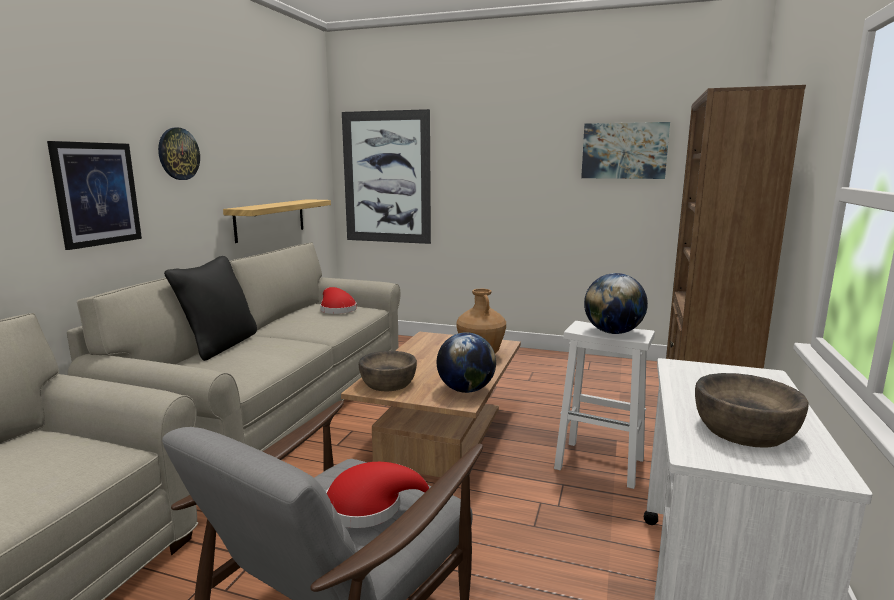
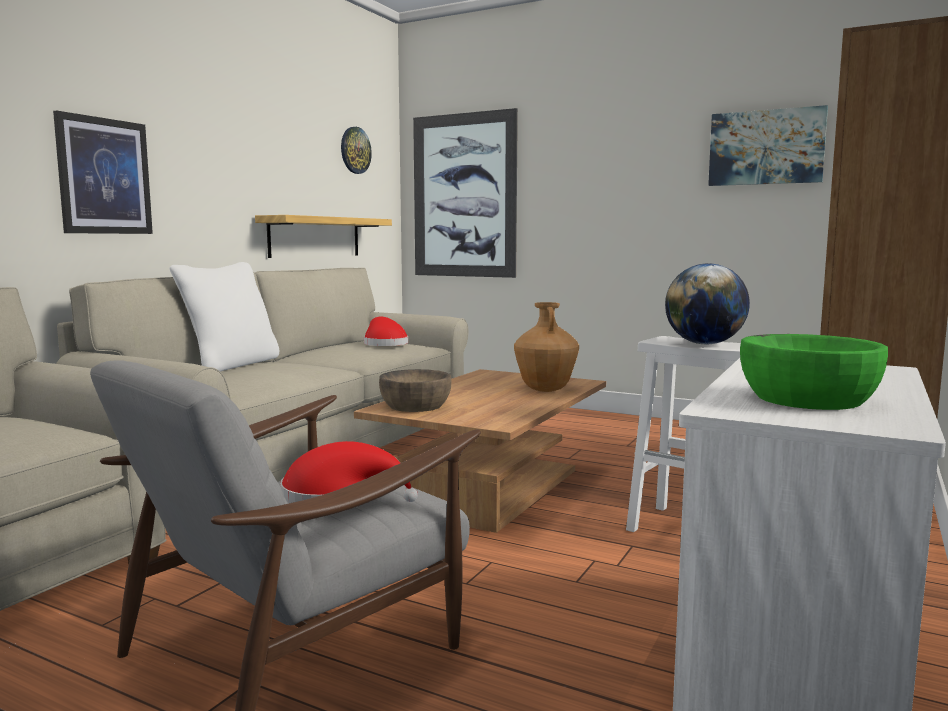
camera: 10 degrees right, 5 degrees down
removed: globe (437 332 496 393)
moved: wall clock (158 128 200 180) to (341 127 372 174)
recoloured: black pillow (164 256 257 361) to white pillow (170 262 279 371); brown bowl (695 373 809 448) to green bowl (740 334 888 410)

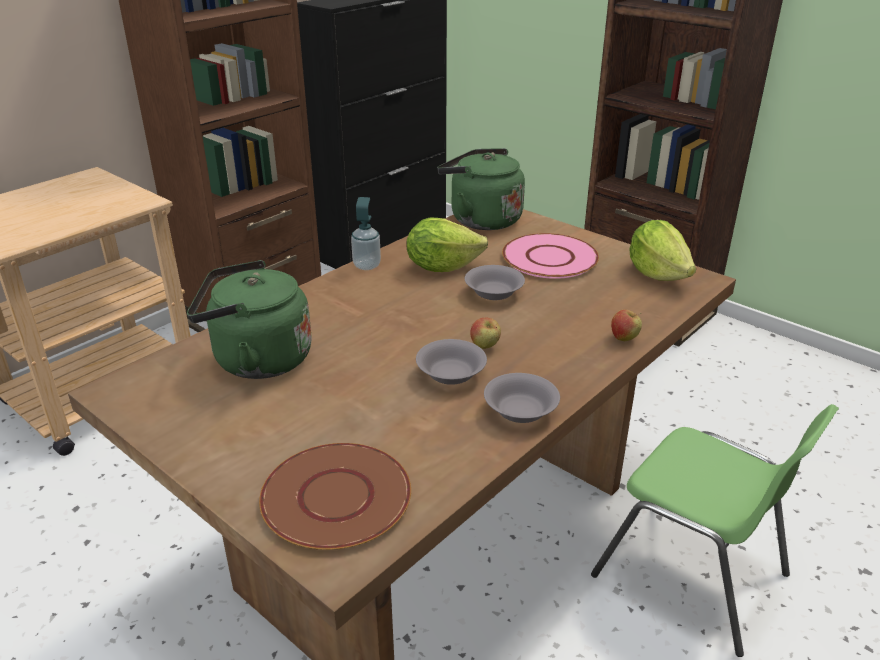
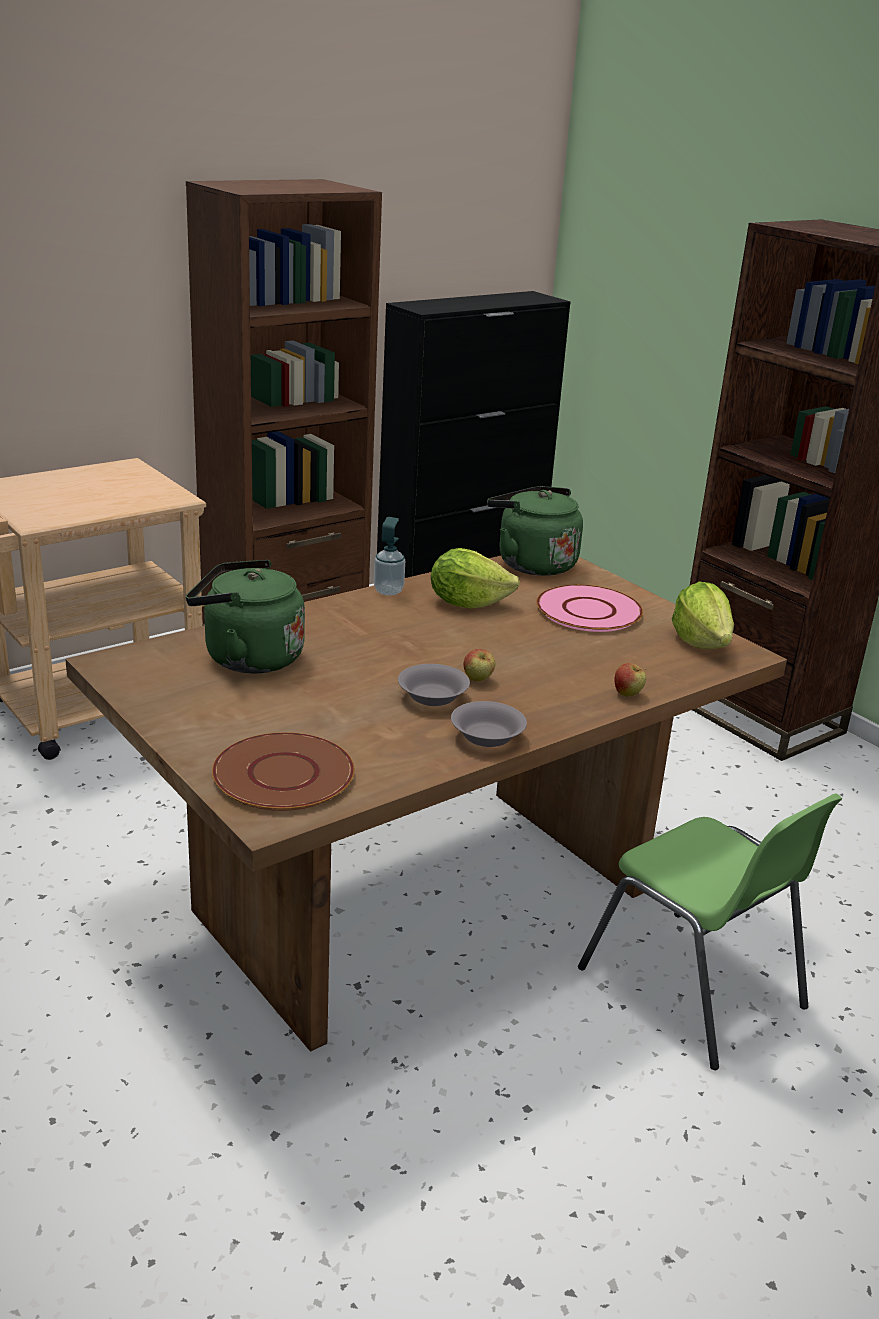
camera: 10 degrees right, 5 degrees down
removed: grey bowl (465 265 525 300)

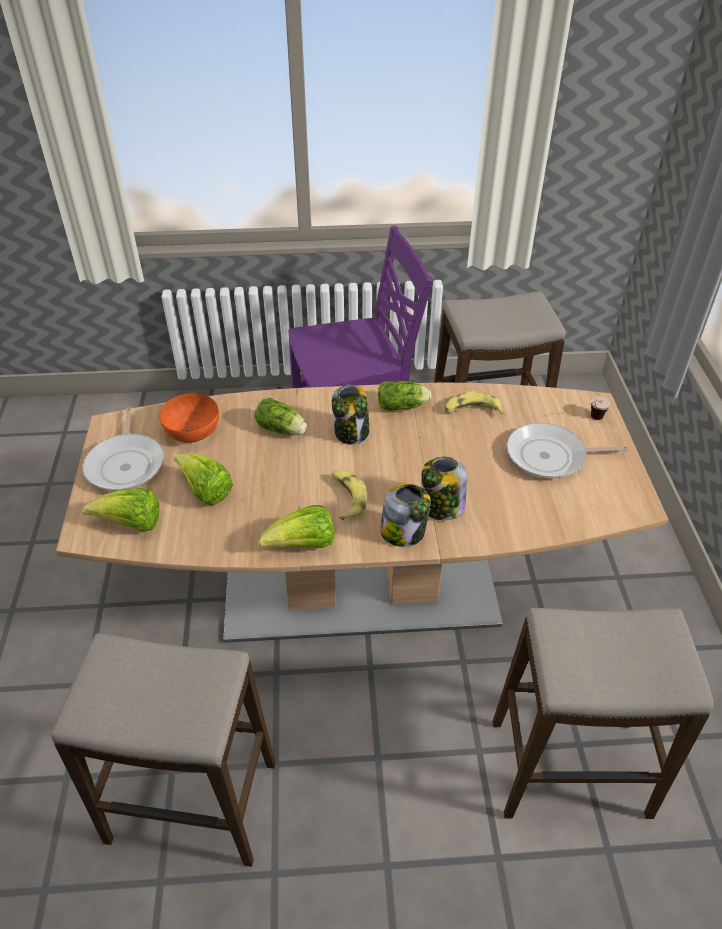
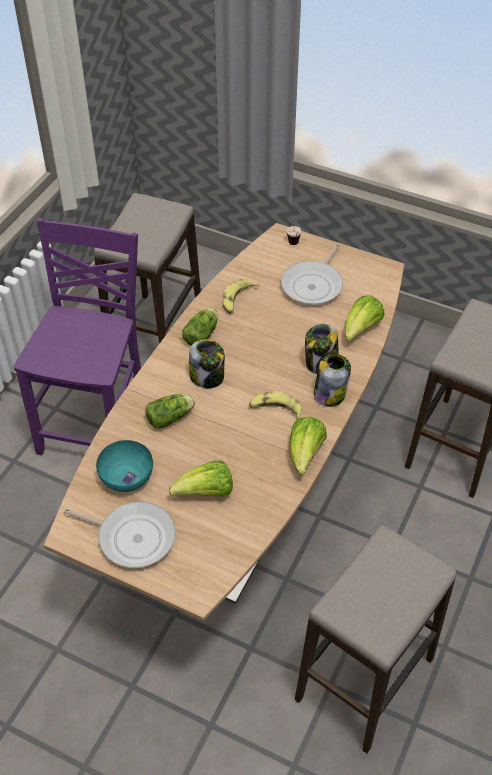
camera: 60 degrees left, 5 degrees up
moved: lettuce (82 488 159 531) to (344 295 384 341)
recoloured: orange bowl (160 393 219 443) to turquoise bowl (96 440 153 492)

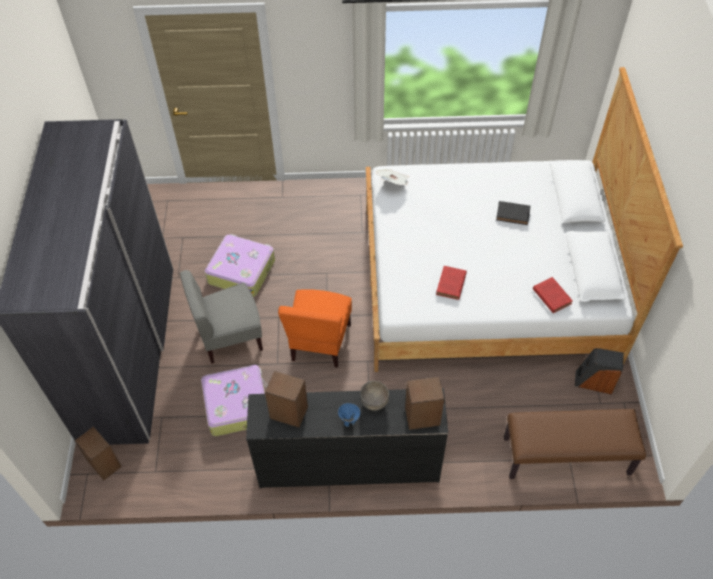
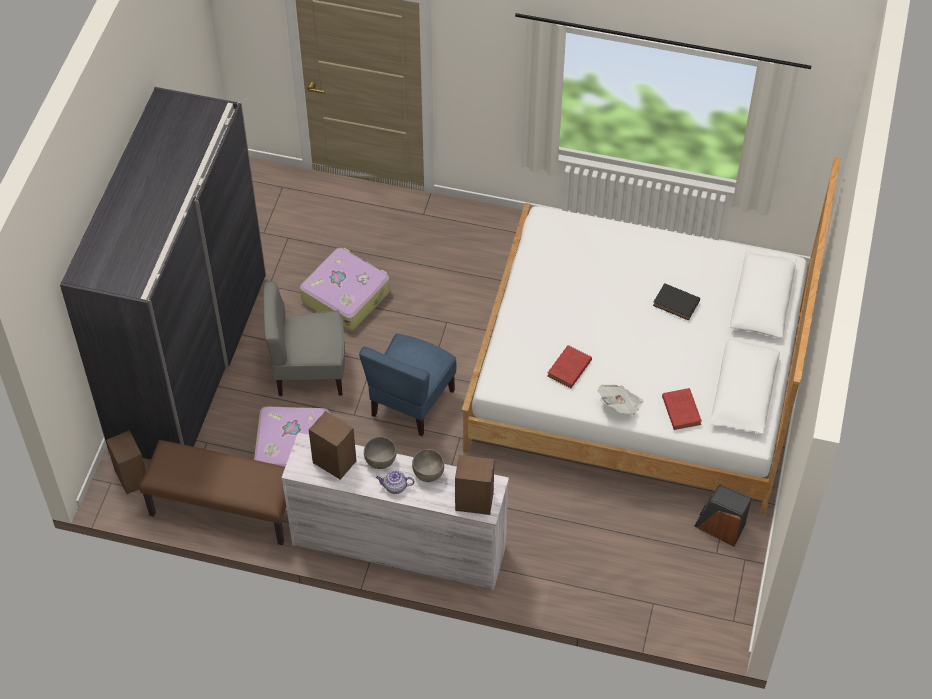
camera: 15 degrees right, 0 degrees up
added: grey bowl (364 436 397 469)
moved: newspaper (376 169 409 185) to (598 385 643 415); brown bench (504 409 646 479) to (139 440 286 545)
replaced: blue bowl (338 403 360 427) to teapot (376 471 414 494)
recoloured: orange chair (278 289 352 368) to blue chair (359 334 456 436); black dresser (246 388 448 488) to white dresser (282 432 509 591)

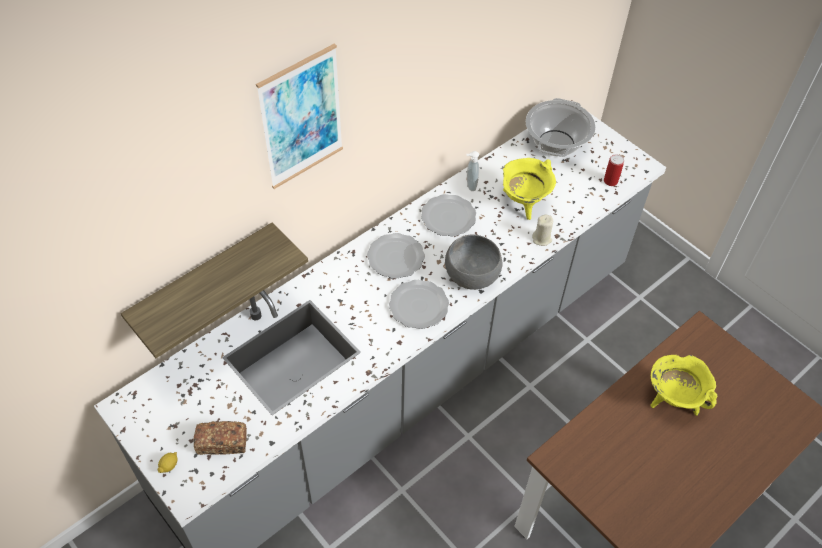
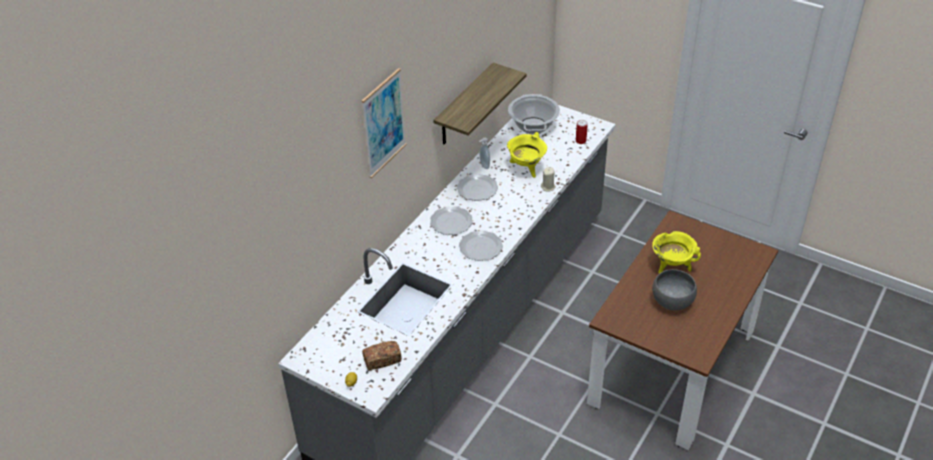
camera: 15 degrees left, 10 degrees down
moved: shelf (121 223 308 358) to (433 63 526 144); grey bowl (445 235 502 290) to (652 269 697 311)

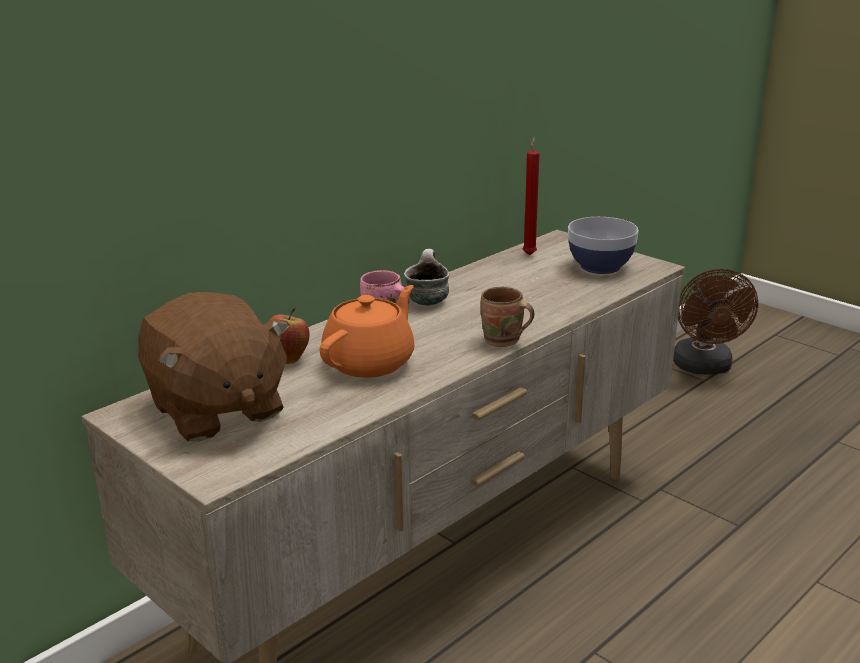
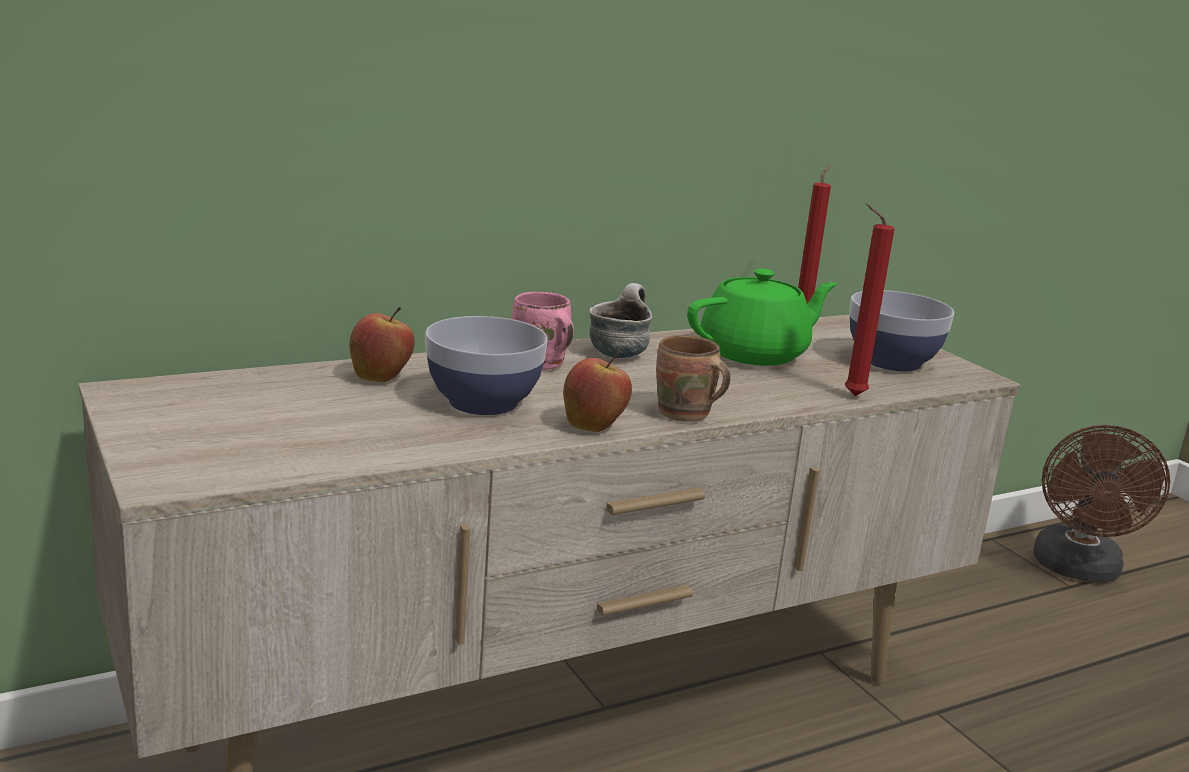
camera: 15 degrees right, 5 degrees down
removed: brown plush toy (138 292 290 442)
added: red candle (845 204 894 396); green teapot (687 269 838 366); apple (563 353 632 432)
replaced: orange teapot (320 285 414 378) to bowl (425 316 548 415)

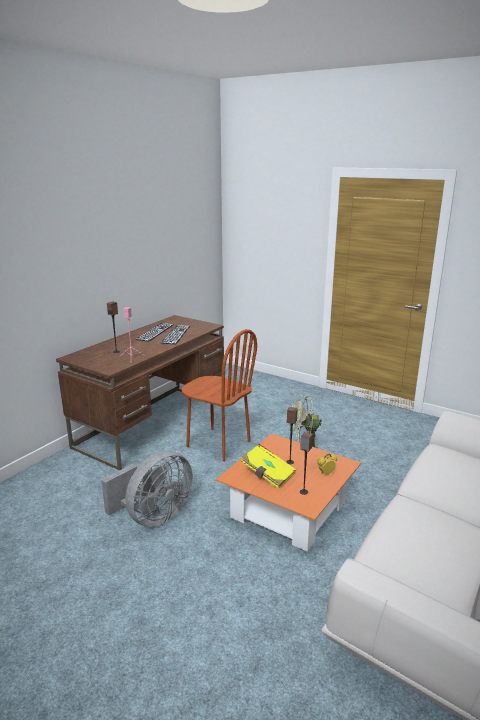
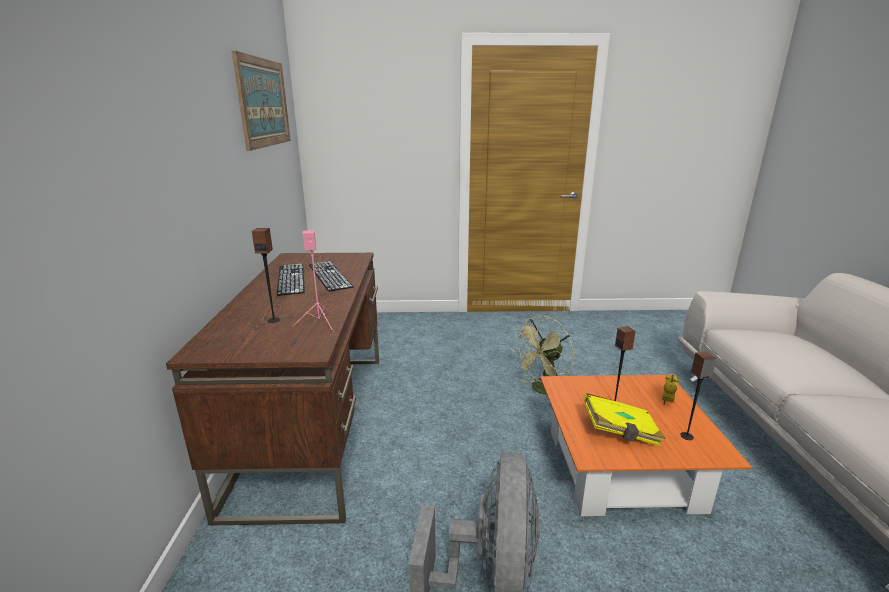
camera: 35 degrees left, 0 degrees up
removed: brown chair (181 329 257 462)
added: picture (232 51 291 151)

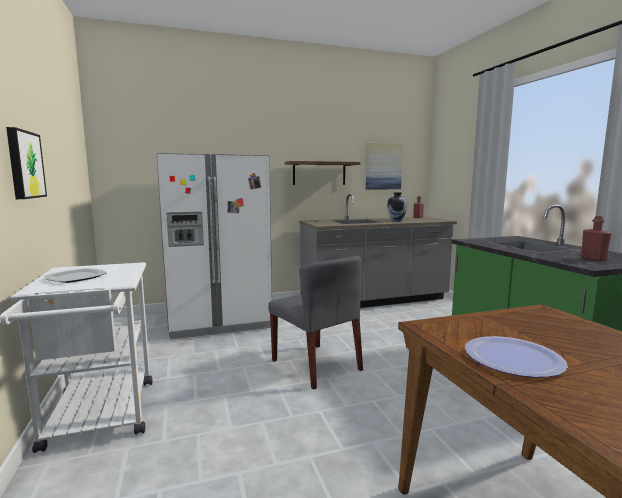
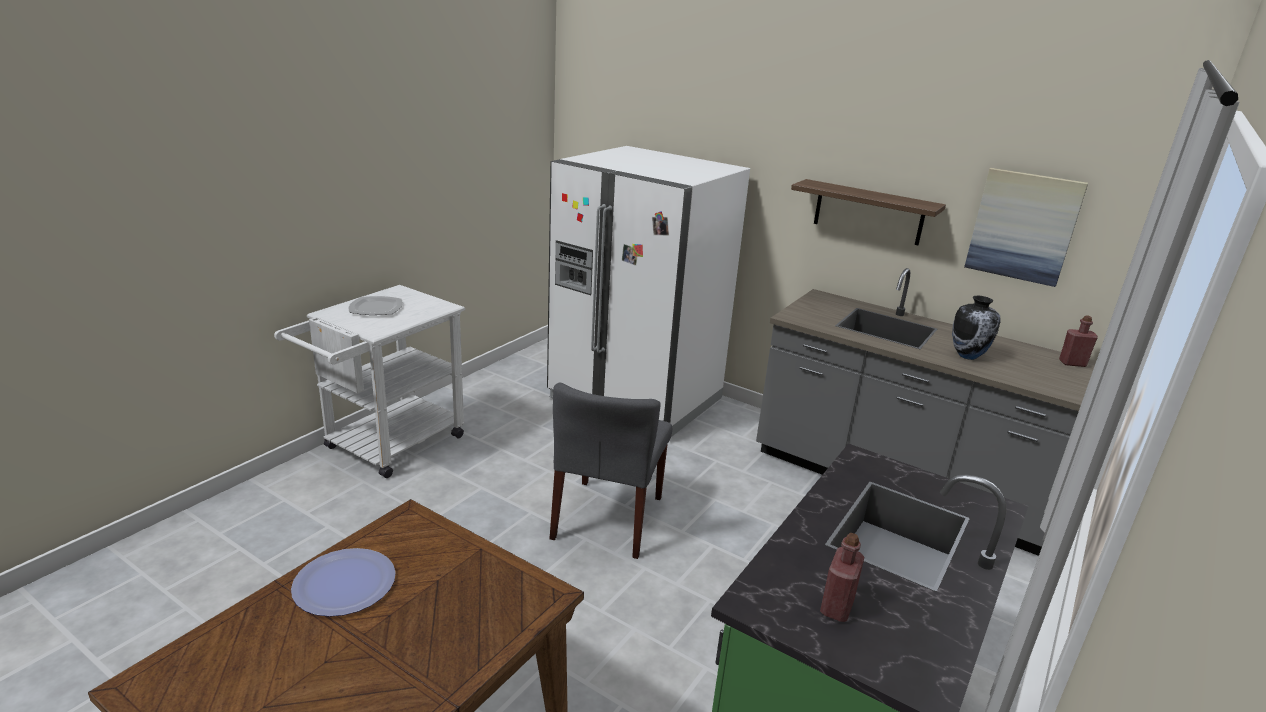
camera: 50 degrees right, 15 degrees up
removed: picture (6 127 47 199)

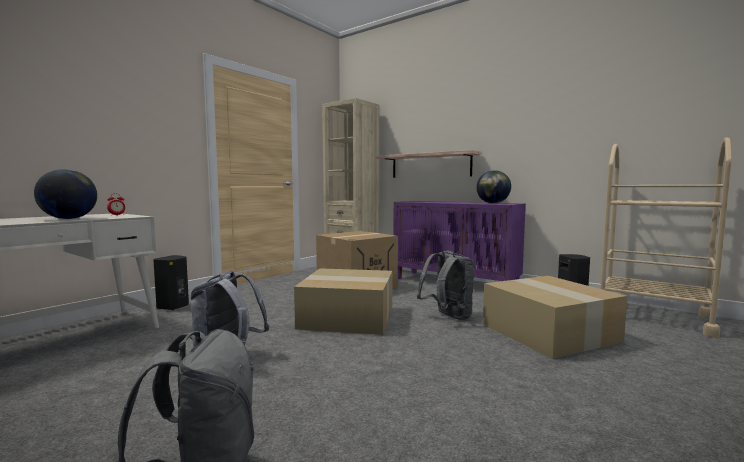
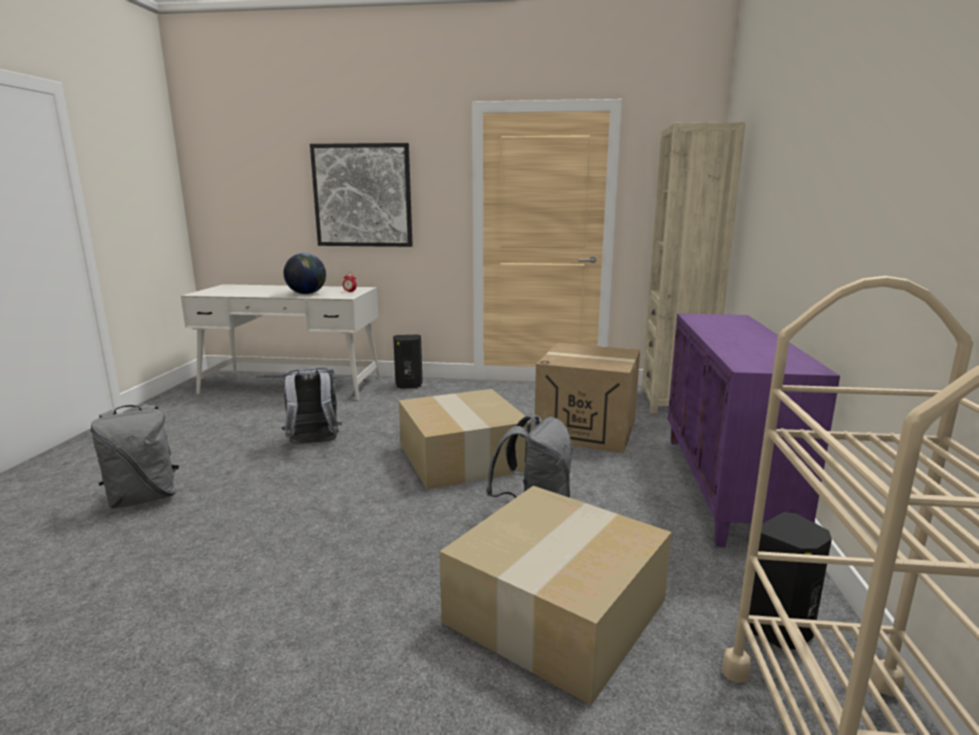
camera: 60 degrees right, 10 degrees up
removed: shelf (376 150 481 178); globe (476 170 511 204)
added: picture (310 143 413 247)

